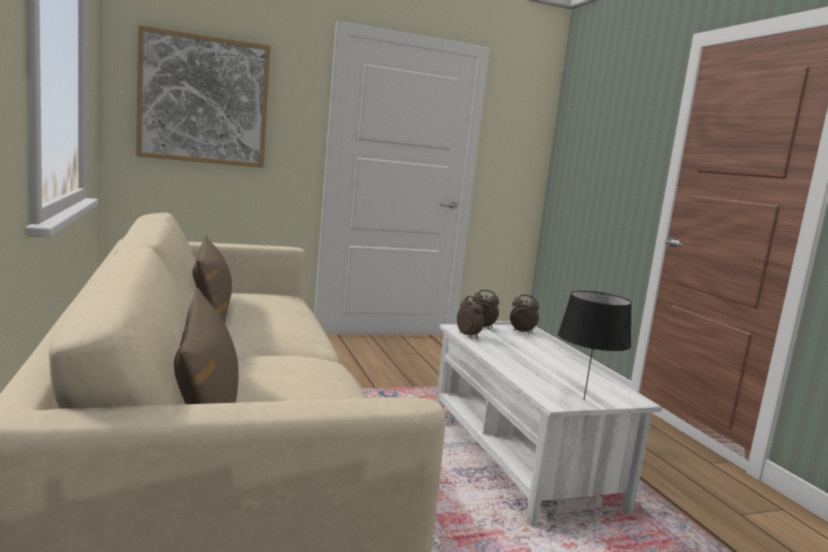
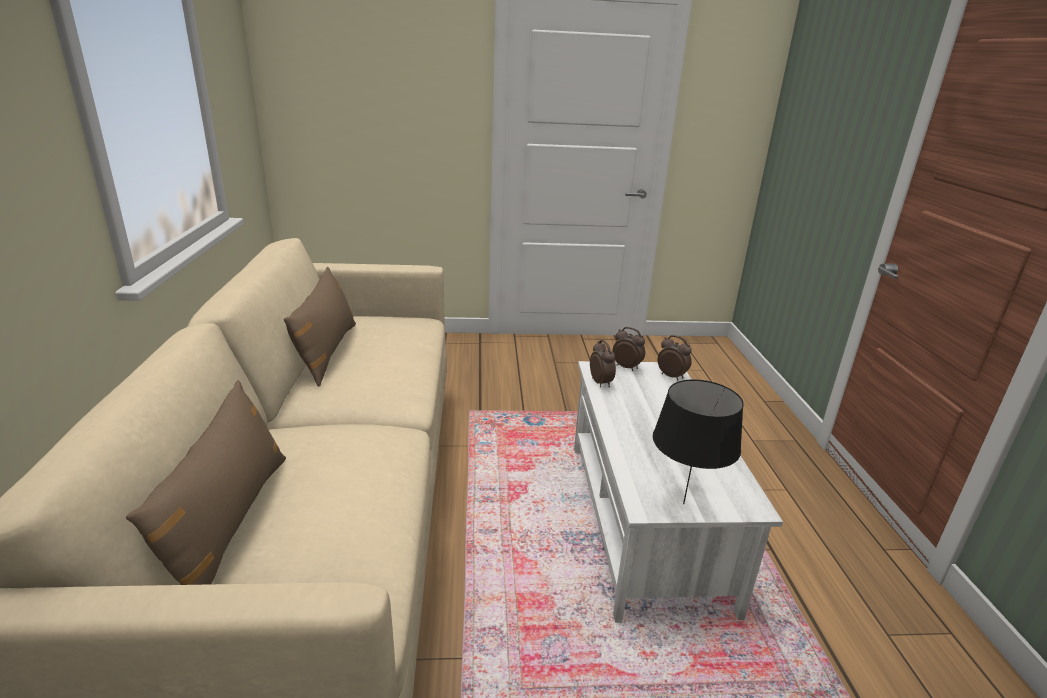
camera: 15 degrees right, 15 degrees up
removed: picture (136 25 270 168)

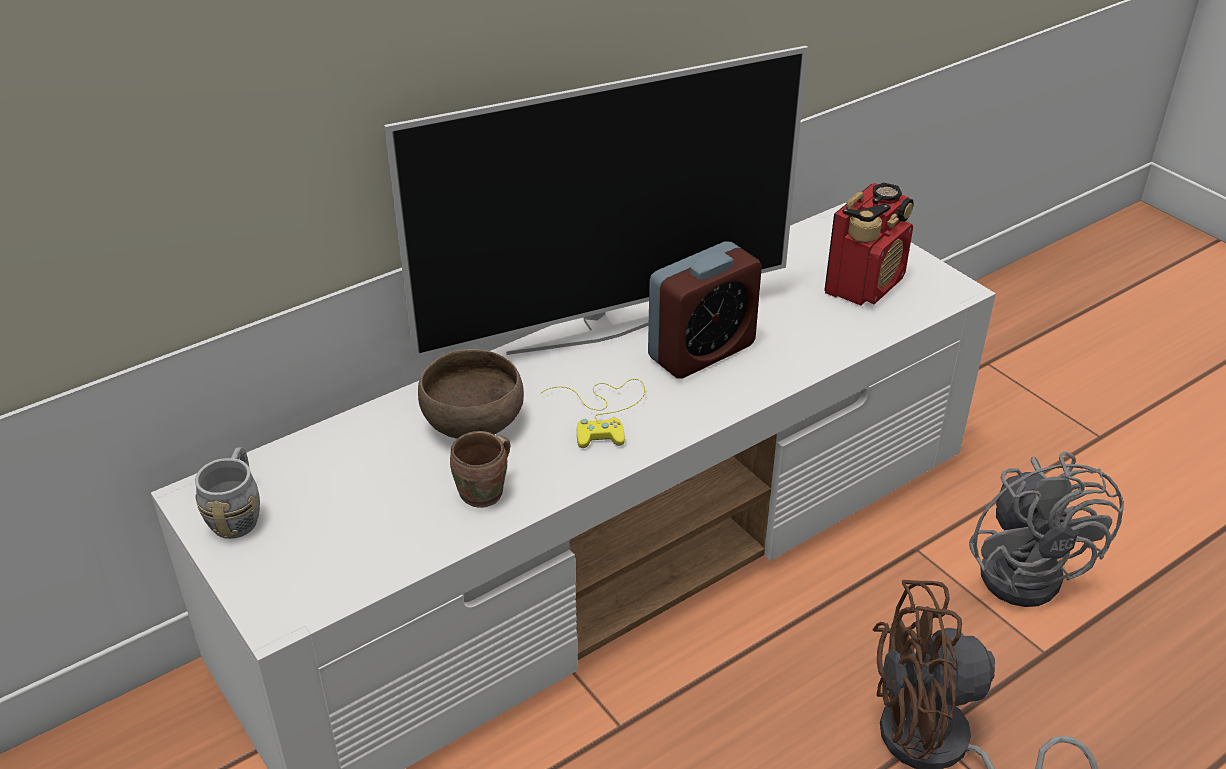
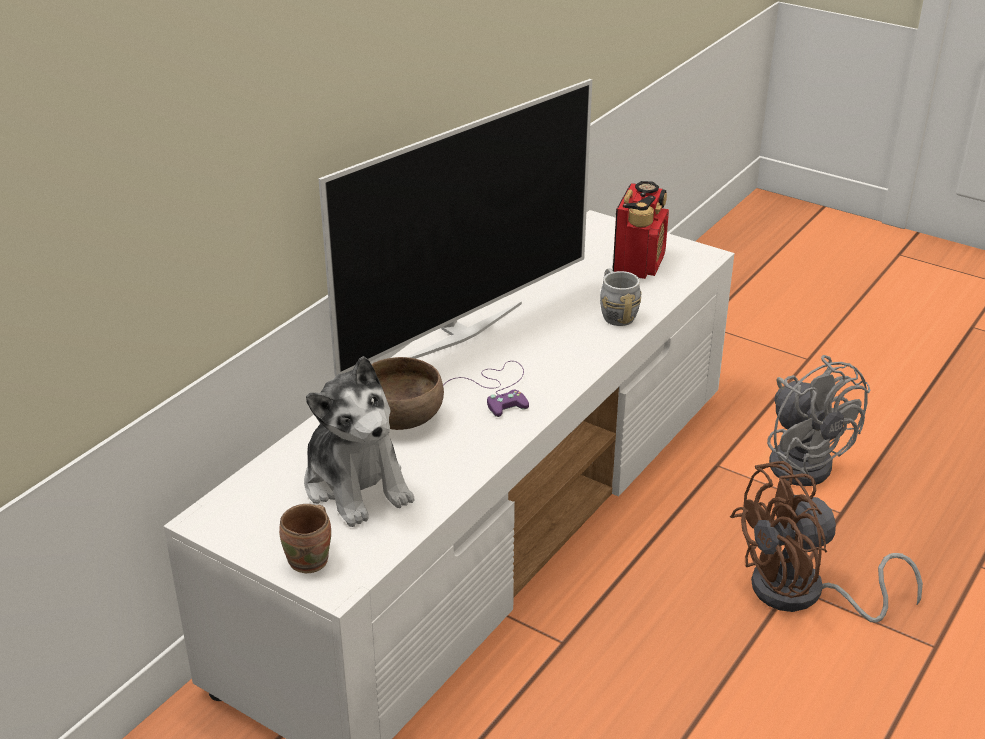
camera: 20 degrees left, 5 degrees down
removed: alarm clock (648 241 762 379)
added: plush toy (304 356 415 527)
moved: brown mug (450 431 510 508) to (279 504 331 573); grey mug (195 447 260 539) to (600 268 641 326)
recoloured: yellow game controller (540 379 645 448) to purple game controller (443 361 529 417)

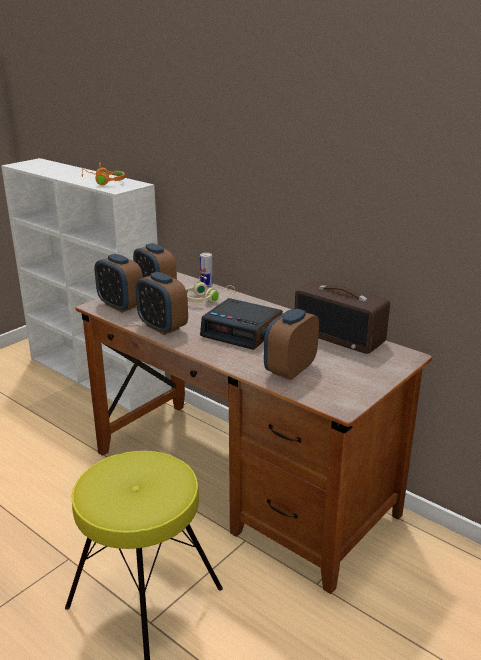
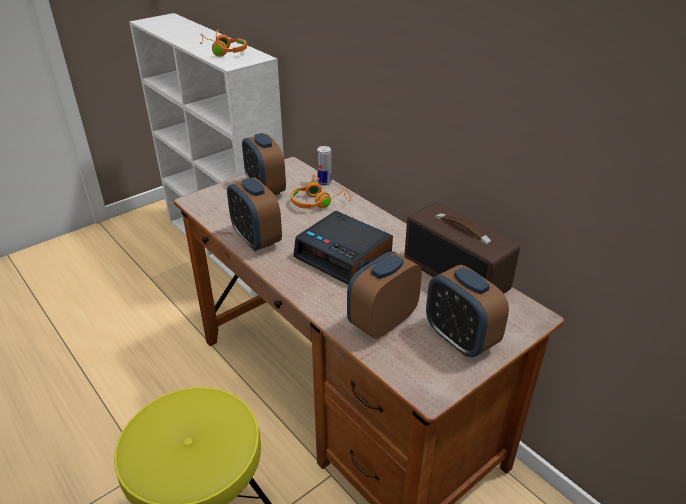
camera: 10 degrees right, 10 degrees up
moved: alarm clock (94 254 143 313) to (426 265 509 357)
recoloured: beige headphones (186 276 236 303) to orange headphones (291 175 351 209)

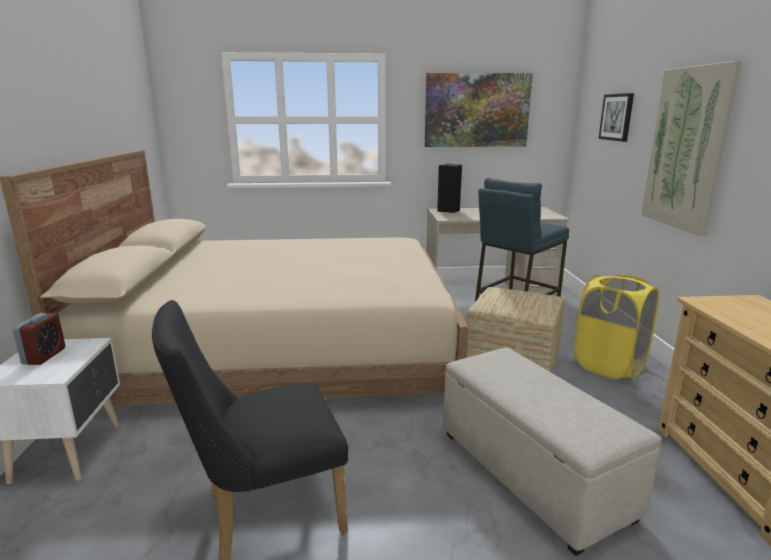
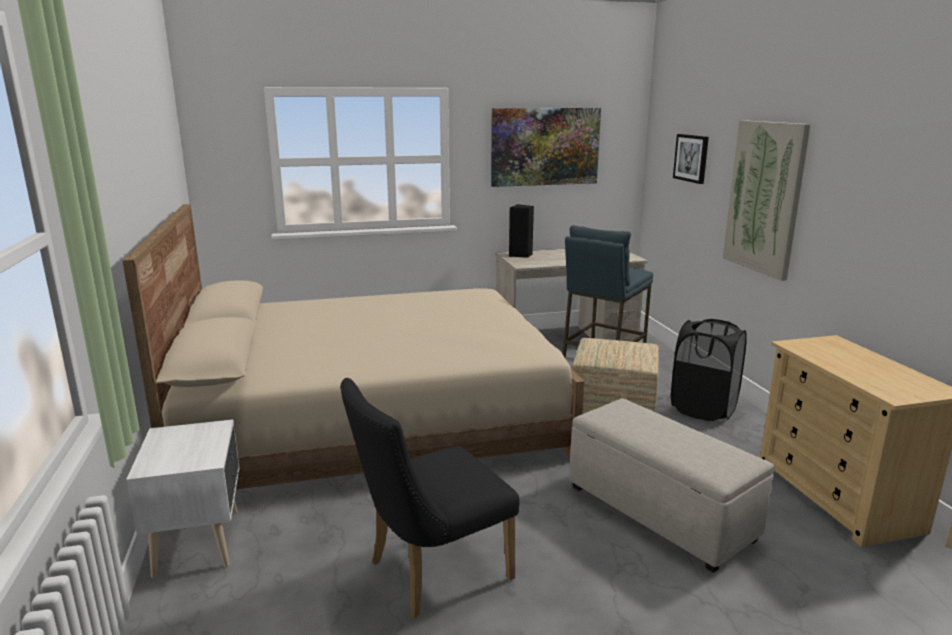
camera: 10 degrees left, 0 degrees up
removed: alarm clock (13 313 65 365)
recoloured: yellow laundry basket (574 274 659 379) to black laundry basket (671 319 747 421)

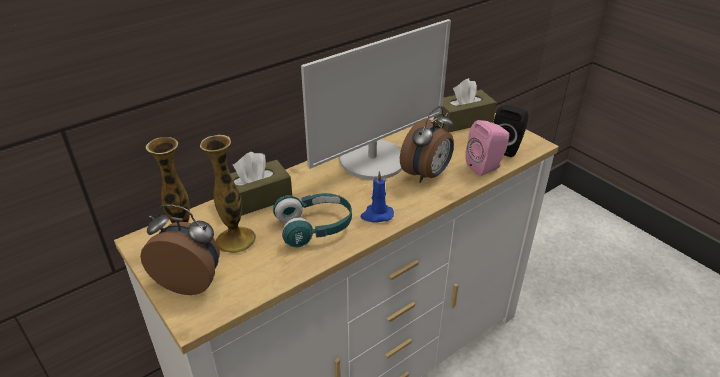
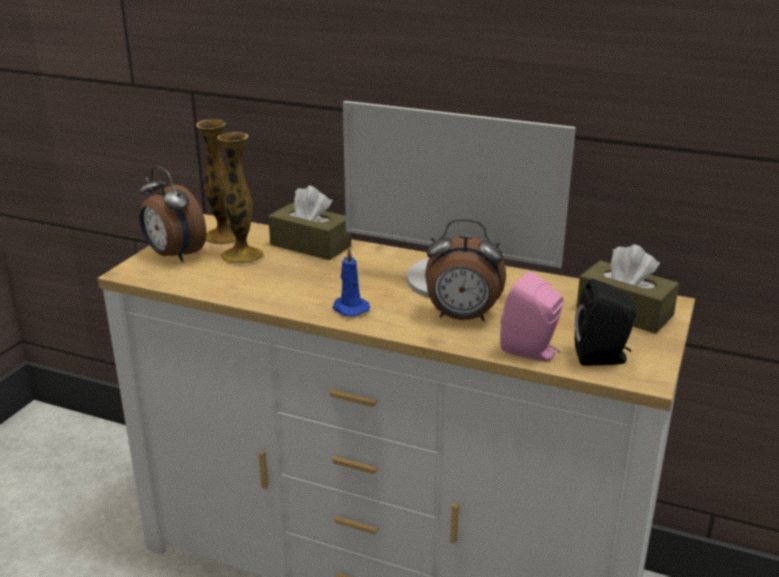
camera: 60 degrees right, 10 degrees down
removed: turquoise headphones (273 193 352 247)
turned: alarm clock (140 204 220 295) = (139 166 206 262) 150 degrees clockwise

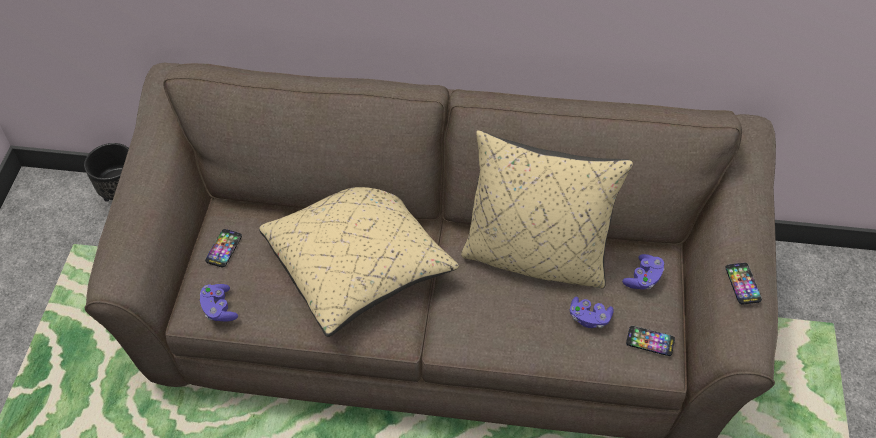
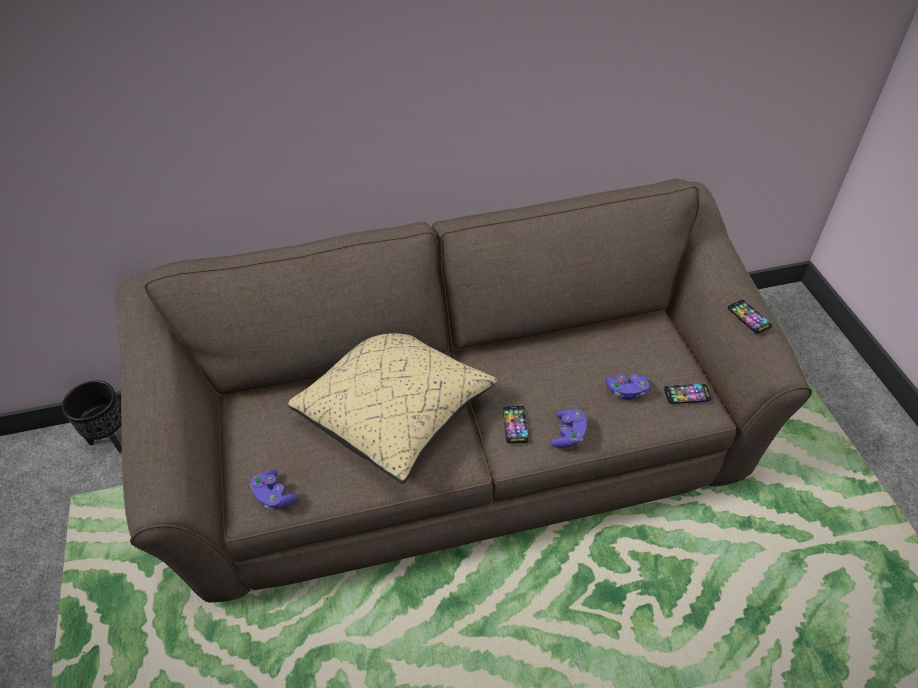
camera: 20 degrees left, 5 degrees down
removed: beige pillow (461 130 633 288)
moved: phone (205 229 242 267) to (503 406 529 444); purple game controller (622 254 664 289) to (551 409 587 448)

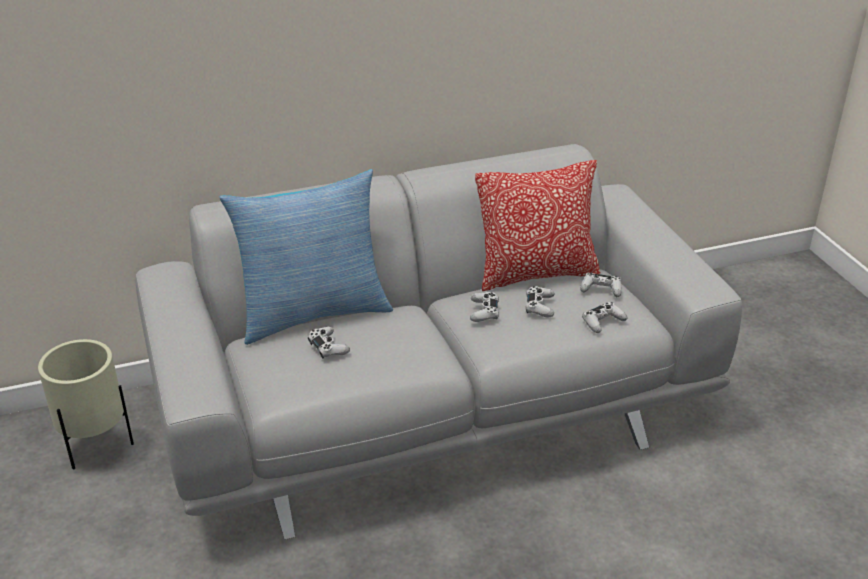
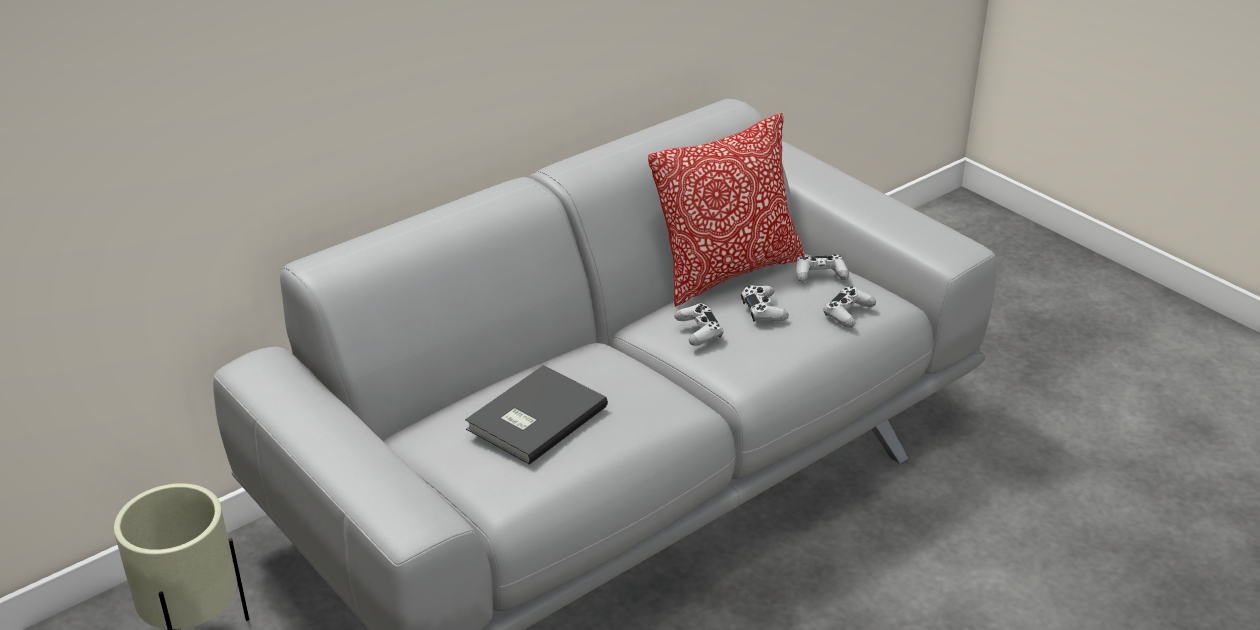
camera: 20 degrees left, 0 degrees up
removed: pillow (219 169 393 345)
replaced: white game controller (308 327 350 359) to grey book (465 365 608 465)

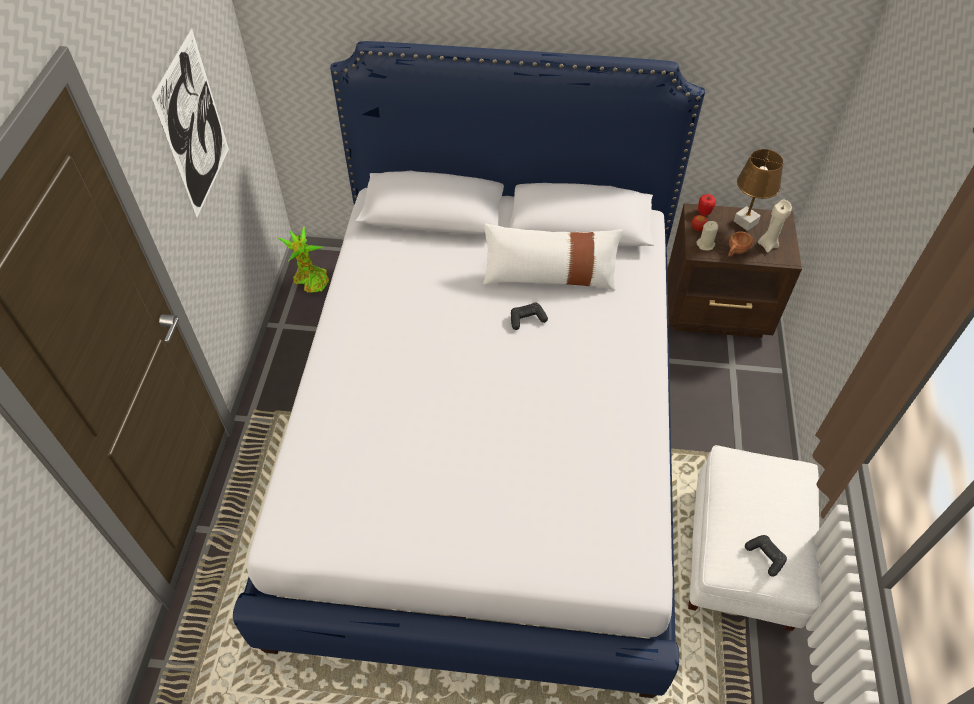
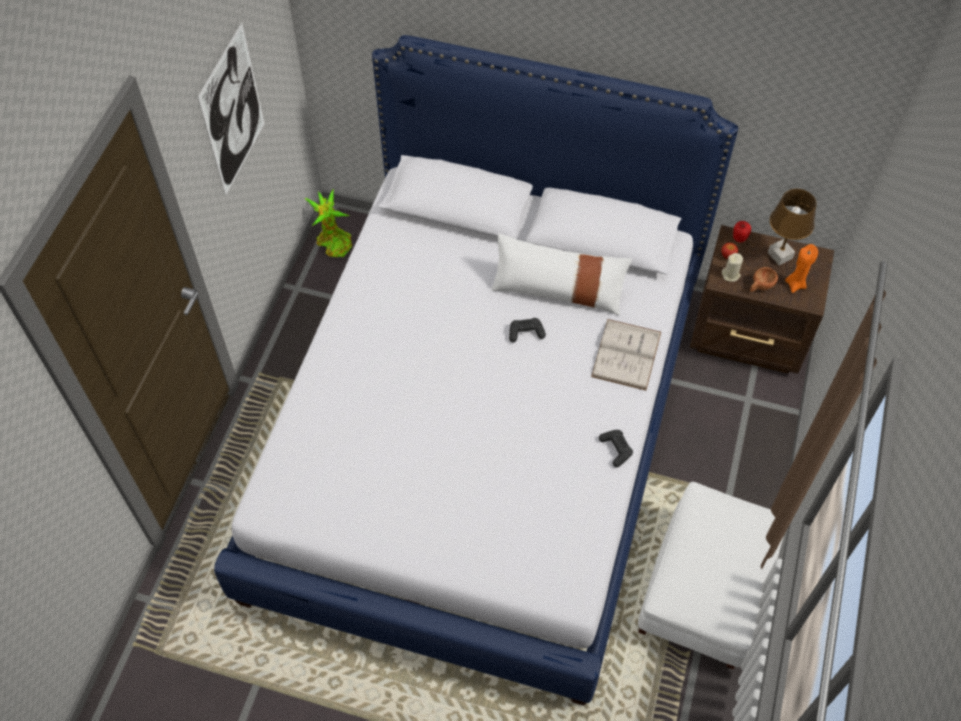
camera: 10 degrees right, 5 degrees up
added: white book (591 319 661 391)
moved: black game controller (745 535 787 577) to (599 430 633 467)
recoloured: beige candle (758 200 792 253) to orange candle (785 244 818 293)

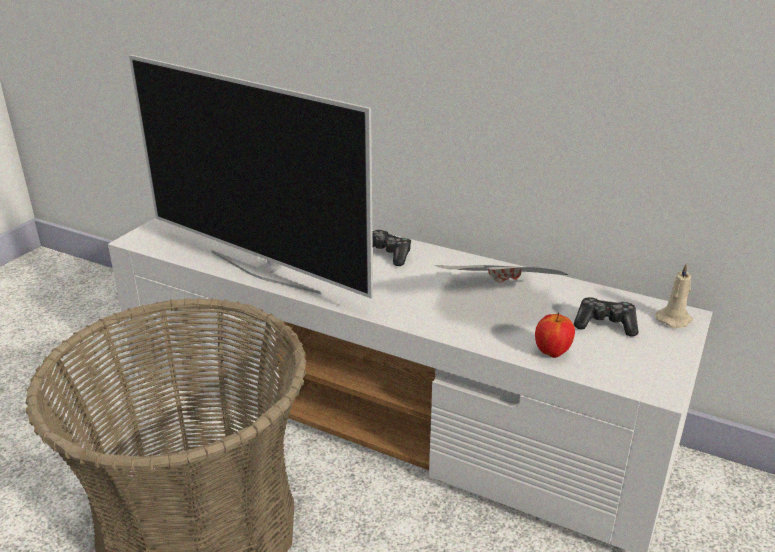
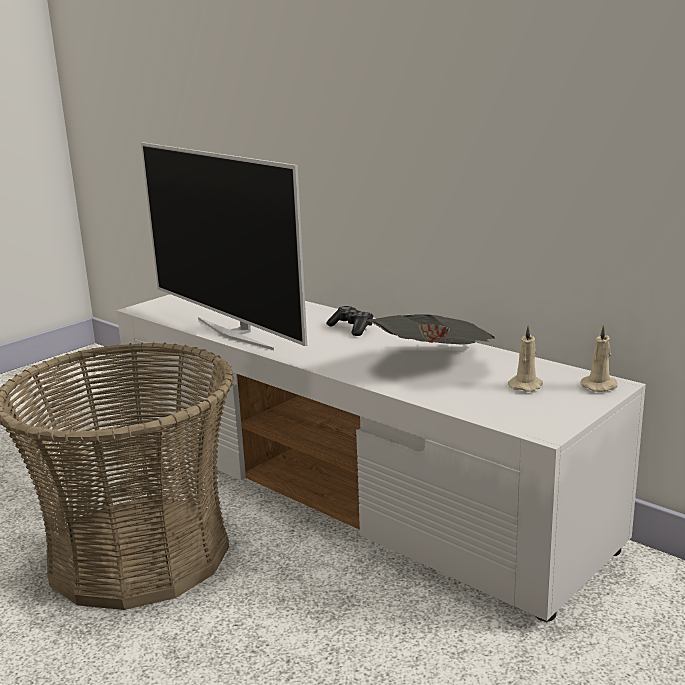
camera: 15 degrees right, 10 degrees down
removed: apple (535 312 575 358)
replaced: game controller (574 297 638 337) to beige candle (508 325 543 392)

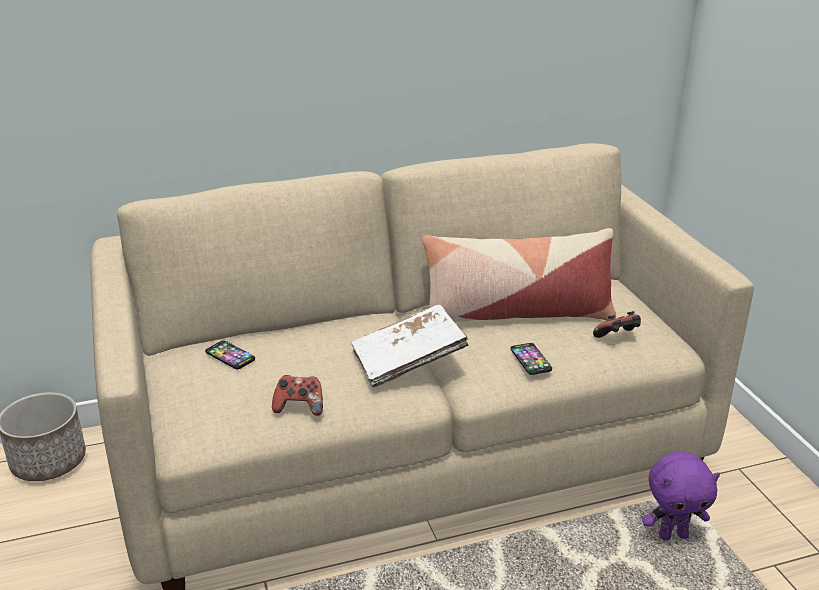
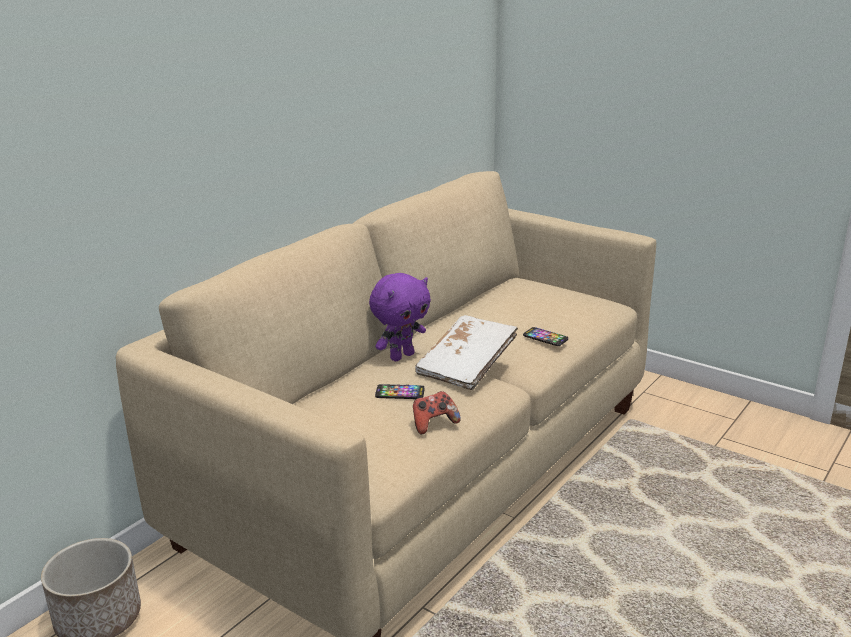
camera: 35 degrees left, 5 degrees down
removed: pillow (422 228 616 322); game controller (593 311 641 338)
moved: phone (205 340 255 369) to (375 384 424 399); purple plush toy (642 451 720 541) to (369 273 431 361)

